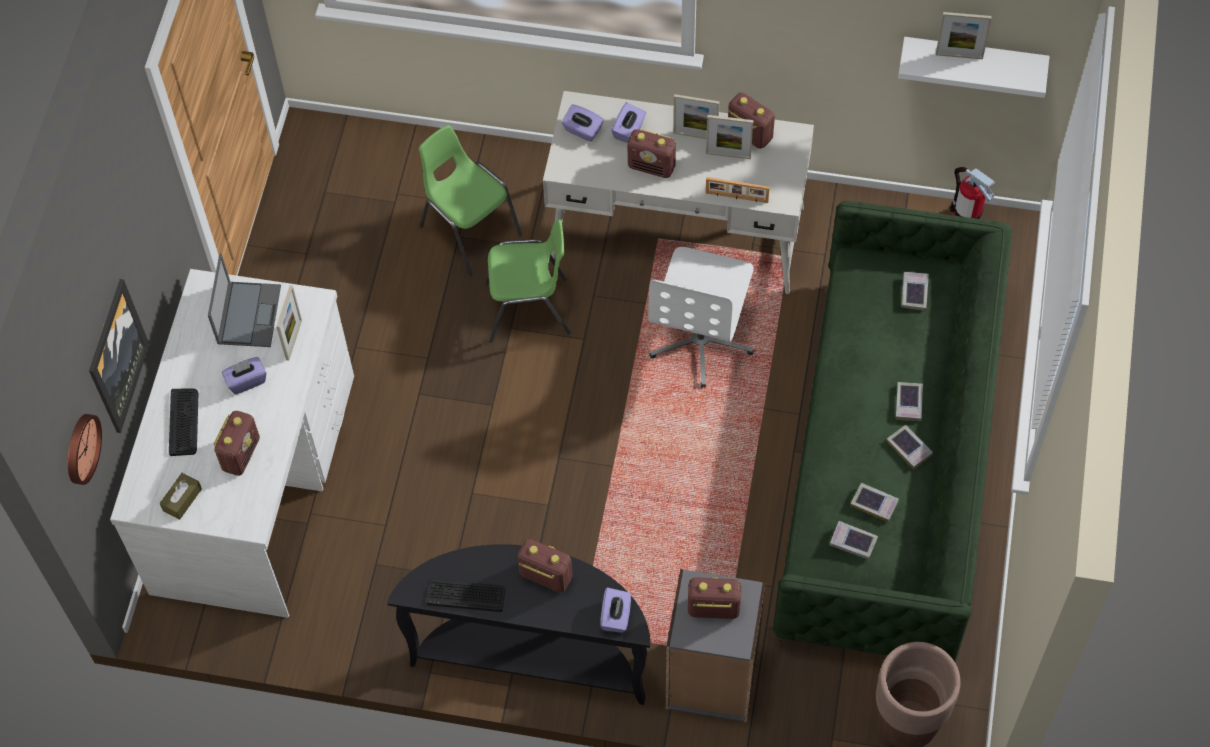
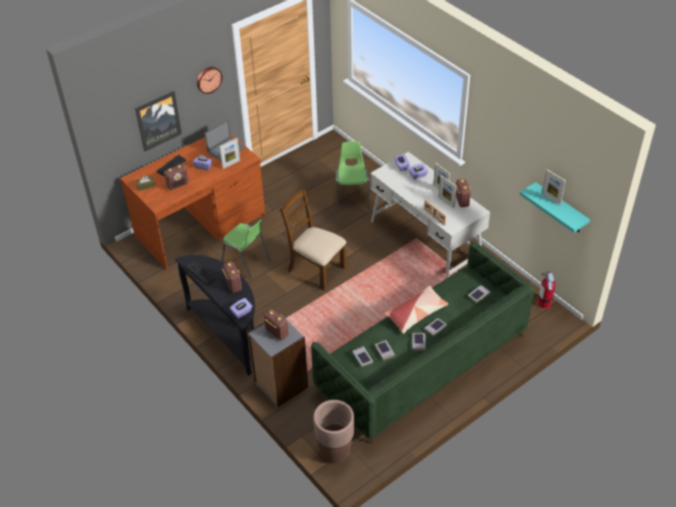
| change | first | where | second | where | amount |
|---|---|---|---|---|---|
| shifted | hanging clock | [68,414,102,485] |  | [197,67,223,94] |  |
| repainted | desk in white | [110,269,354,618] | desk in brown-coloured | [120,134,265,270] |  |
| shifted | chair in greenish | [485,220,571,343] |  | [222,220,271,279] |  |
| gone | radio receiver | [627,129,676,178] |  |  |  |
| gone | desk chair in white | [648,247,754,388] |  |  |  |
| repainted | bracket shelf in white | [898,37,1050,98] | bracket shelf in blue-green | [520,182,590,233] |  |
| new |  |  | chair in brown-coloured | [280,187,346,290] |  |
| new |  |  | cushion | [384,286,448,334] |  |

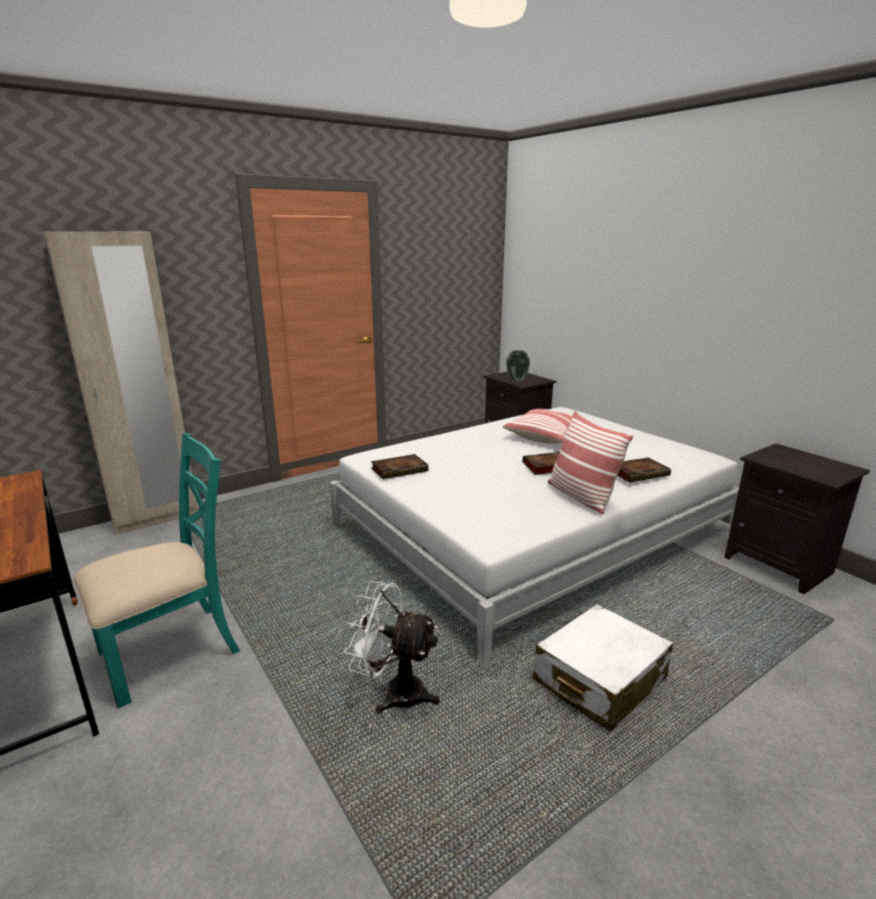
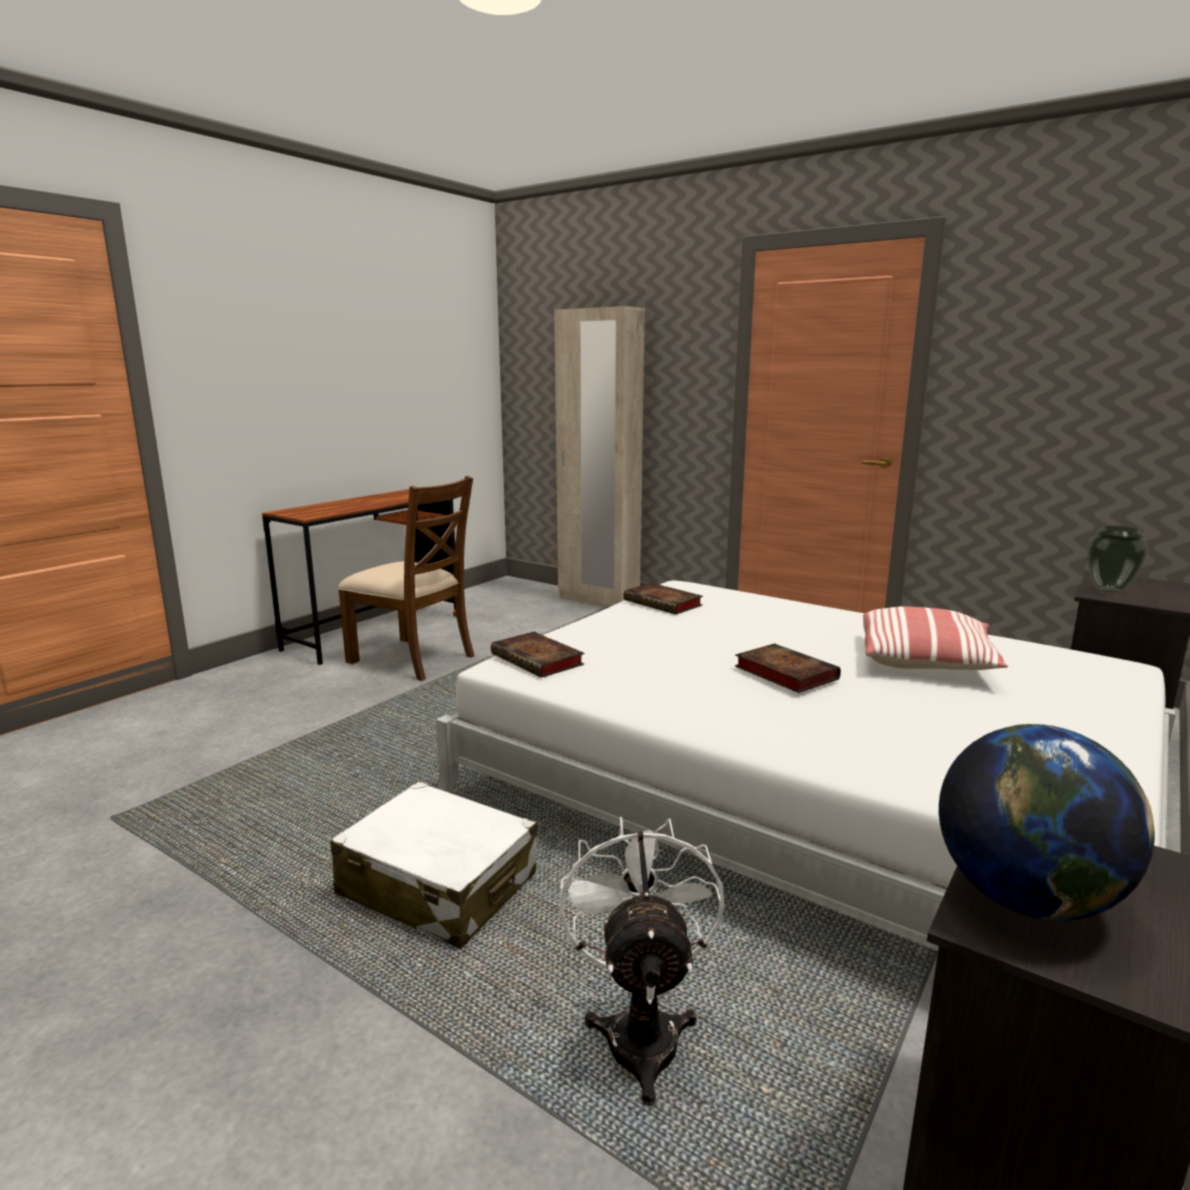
| change | first | where | second | where | amount |
|---|---|---|---|---|---|
| repainted | chair in blue-green | [74,433,240,708] | chair in brown-coloured | [338,476,475,681] |  |
| shifted | electric fan in white | [344,581,440,714] |  | [560,817,724,1106] |  |
| gone | cushion | [548,411,633,514] |  |  |  |
| shifted | volume | [617,458,671,482] |  | [491,632,584,678] |  |
| new |  |  | desk globe | [939,724,1155,921] |  |

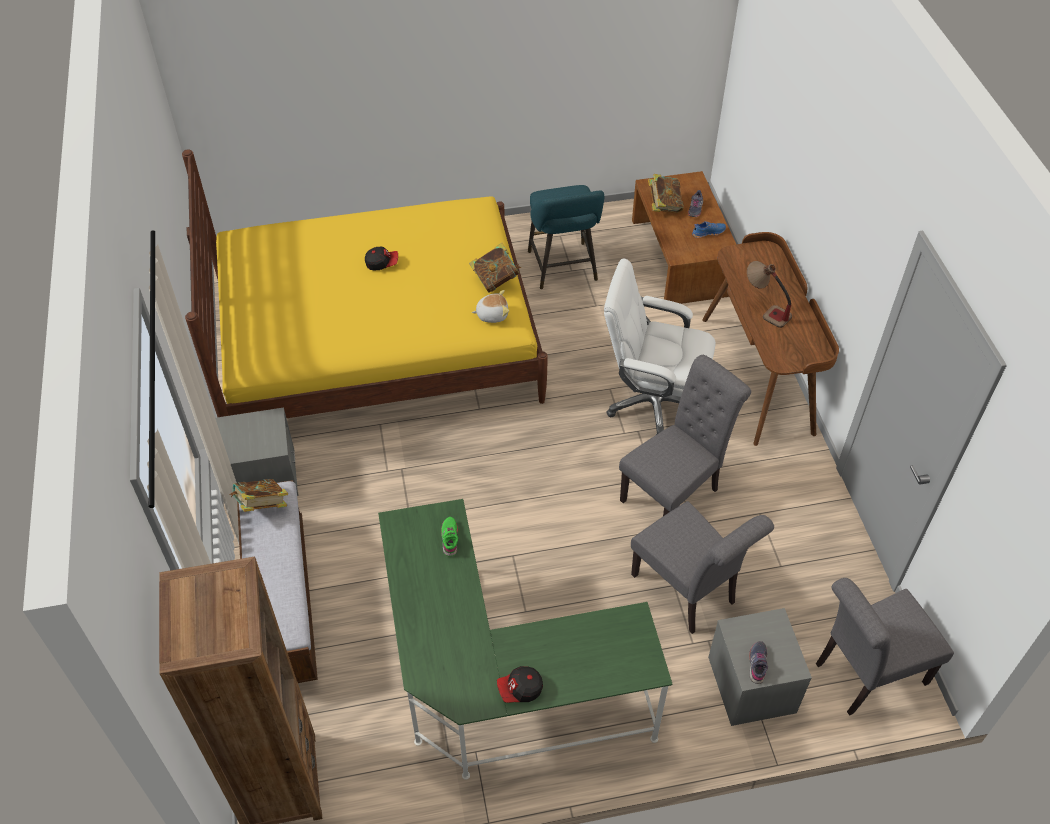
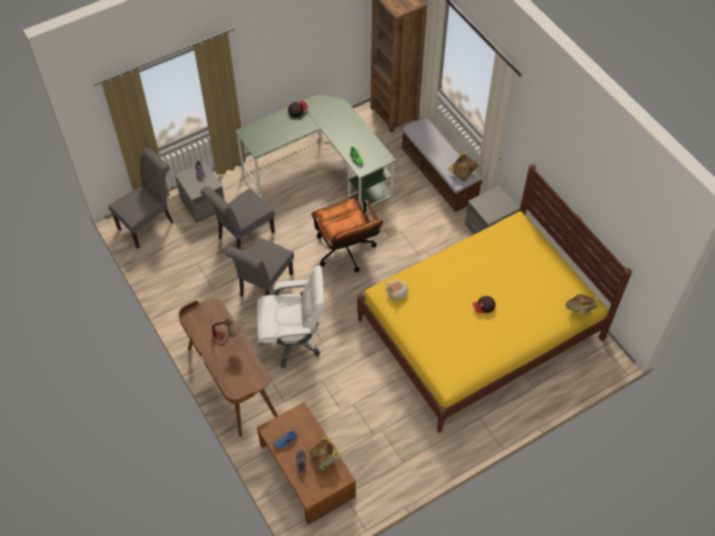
| change | first | where | second | where | amount |
|---|---|---|---|---|---|
| shifted | volume | [469,243,521,292] |  | [566,294,599,315] |  |
| gone | sitting stool in blue-green | [528,185,604,289] |  |  |  |
| rotated | chair in greyish | [631,501,774,634] |  | [200,186,275,249] | 75 degrees counterclockwise |
| new |  |  | desk chair in brown-coloured | [311,197,383,272] |  |

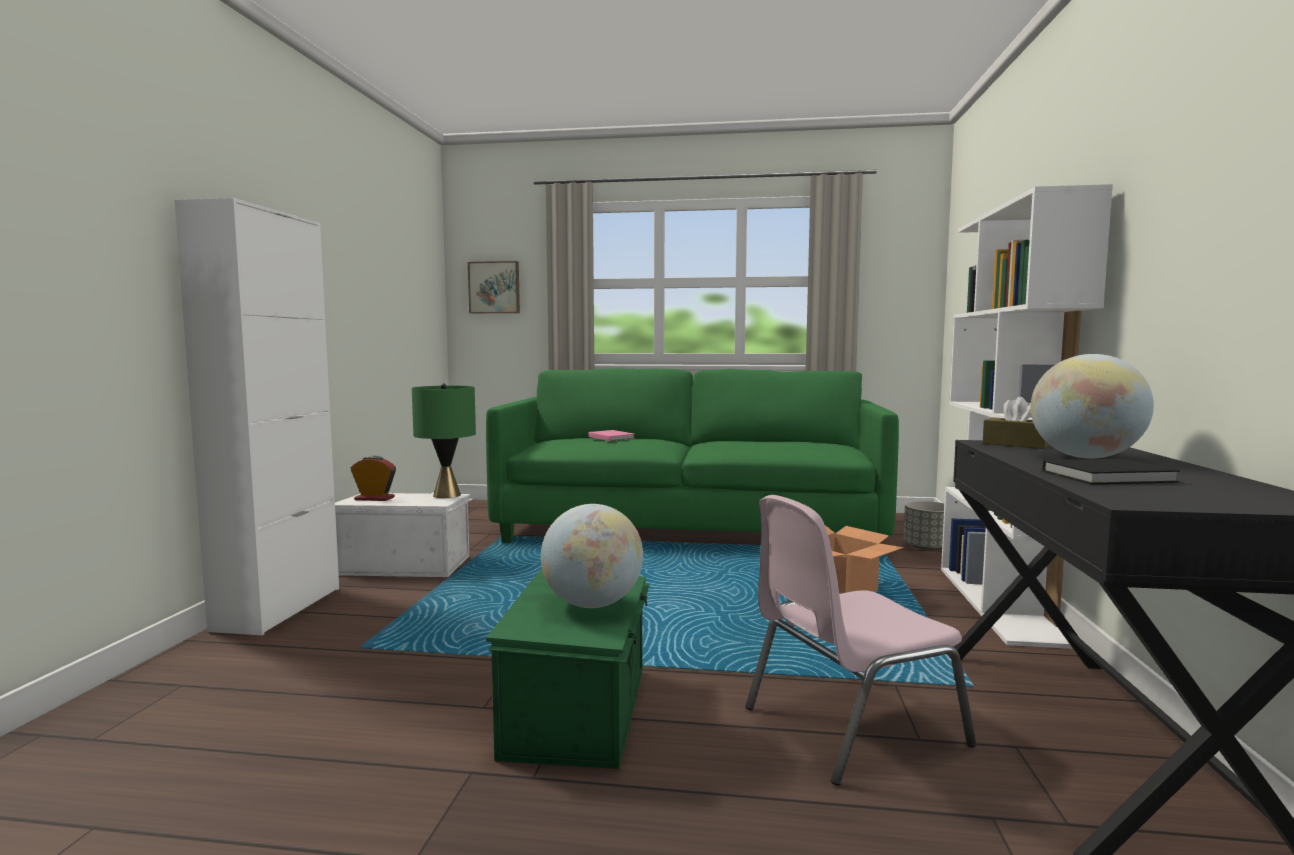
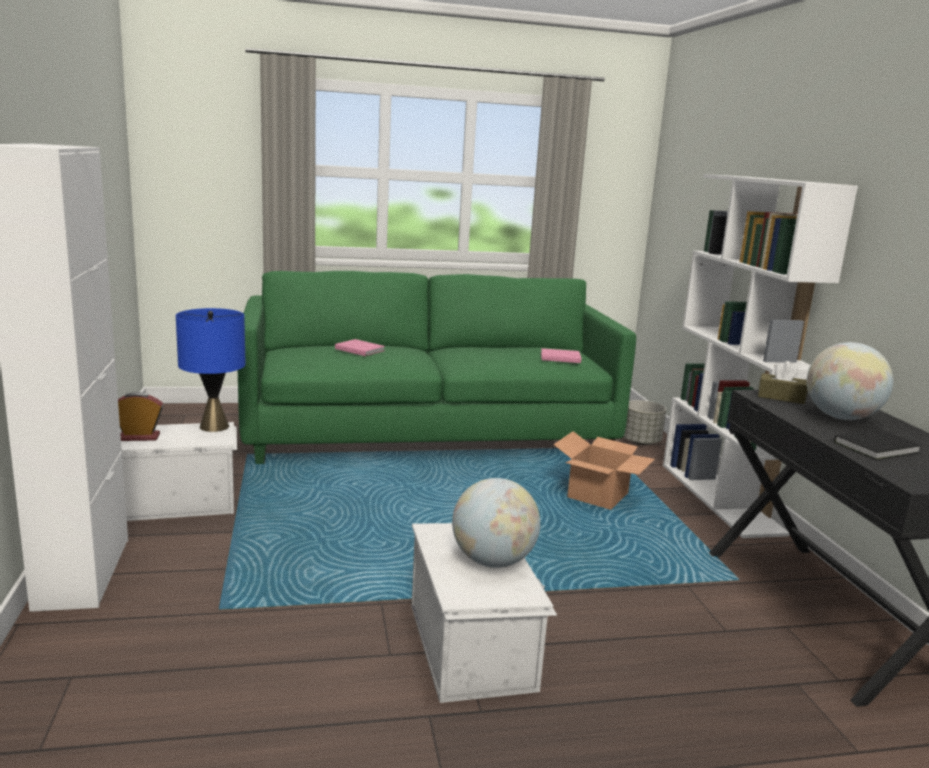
| change | first | where | second | where | amount |
|---|---|---|---|---|---|
| repainted | tabletop lamp in greenish | [412,383,476,498] | tabletop lamp in blue-coloured | [176,308,246,432] |  |
| gone | picture | [468,261,520,313] |  |  |  |
| repainted | storage box in greenish | [486,569,650,769] | storage box in white | [411,523,557,703] |  |
| gone | chair in pink | [746,495,976,786] |  |  |  |
| new |  |  | volume in pink | [541,348,582,363] |  |

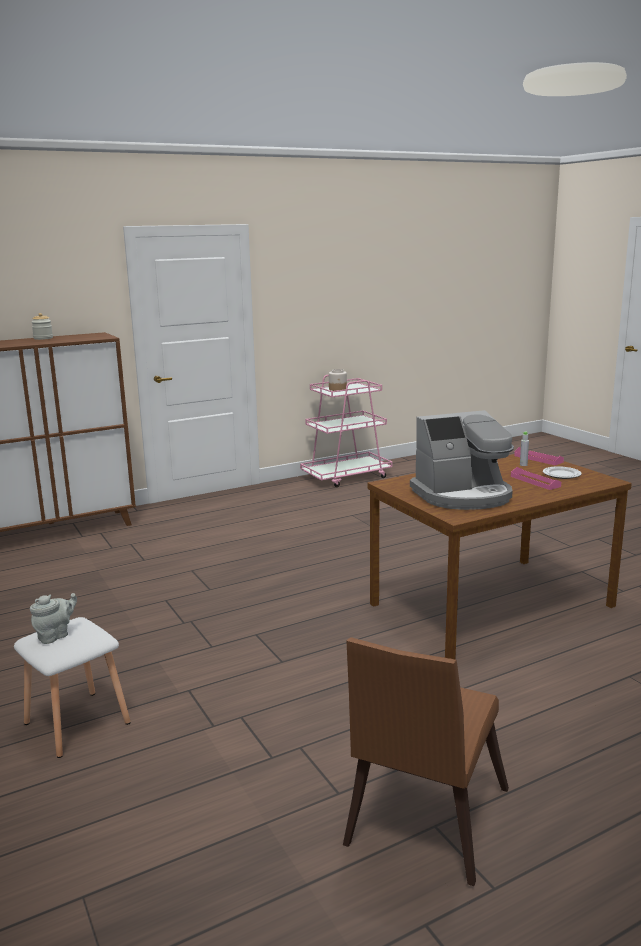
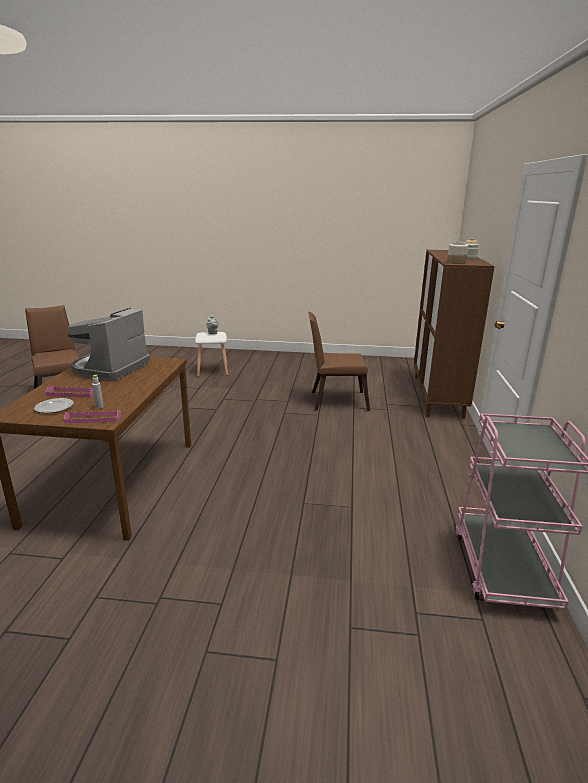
| change | first | where | second | where | amount |
|---|---|---|---|---|---|
| shifted | storage jar | [329,369,347,391] |  | [447,241,468,264] |  |
| new |  |  | chair in brown-coloured | [308,312,370,411] |  |

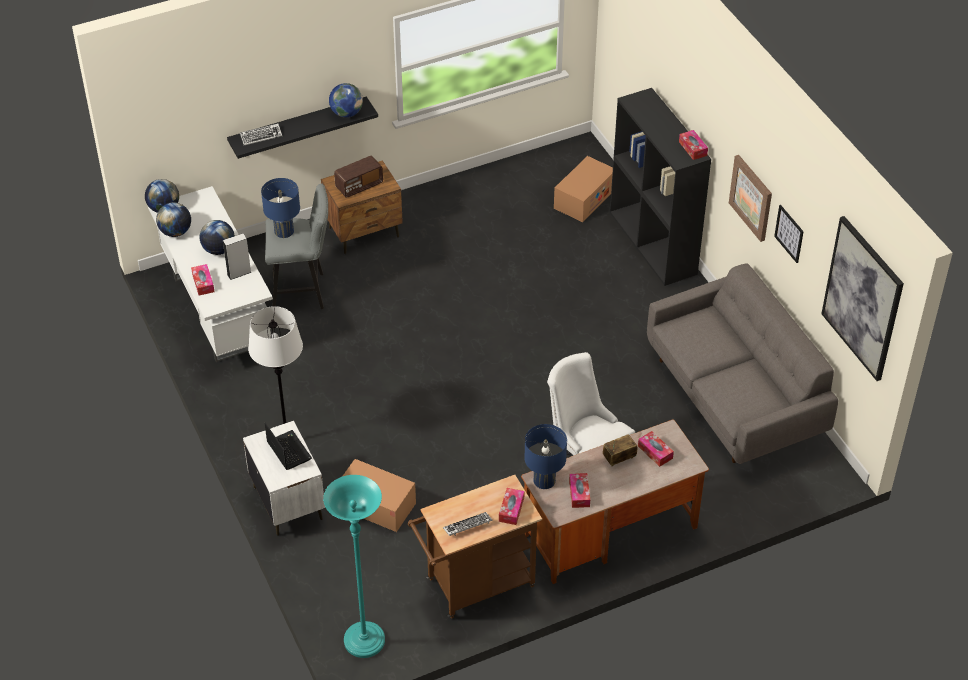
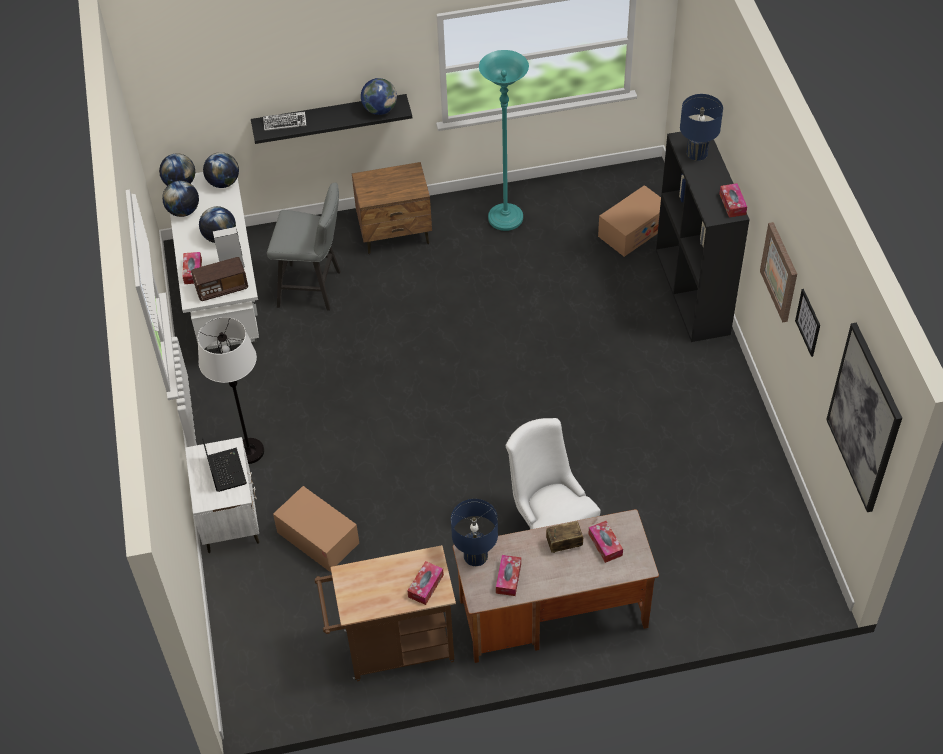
| change | first | where | second | where | amount |
|---|---|---|---|---|---|
| shifted | tabletop lamp in blue-coloured | [261,178,300,238] |  | [680,94,723,161] |  |
| shifted | standing lamp in blue-green | [323,475,385,658] |  | [479,50,529,231] |  |
| shifted | radio receiver | [334,156,383,198] |  | [191,257,248,301] |  |
| gone | computer keyboard | [443,512,492,536] |  |  |  |
| gone | settee in greyish | [647,263,838,464] |  |  |  |
| new |  |  | desk globe | [203,152,239,188] |  |

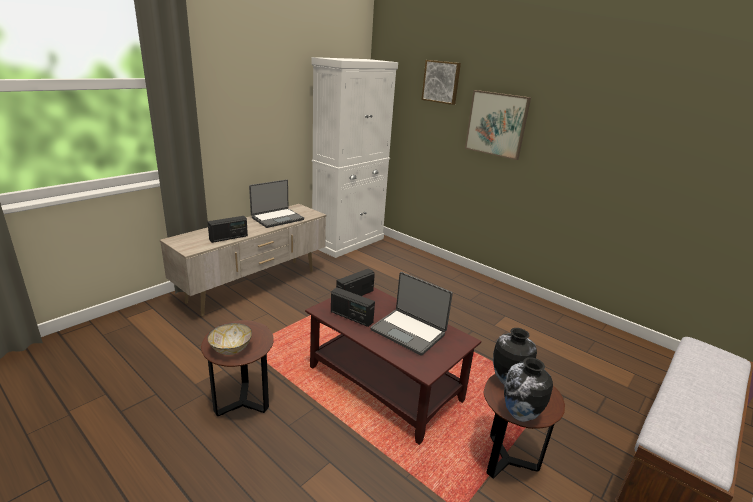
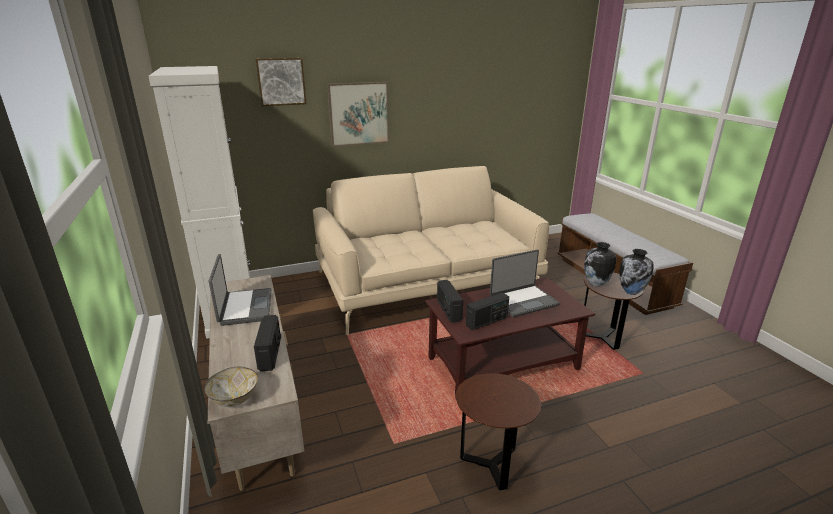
| change | first | where | second | where | amount |
|---|---|---|---|---|---|
| shifted | serving bowl | [207,323,252,355] |  | [204,367,258,407] |  |
| new |  |  | settee in sand-coloured | [313,166,549,335] |  |

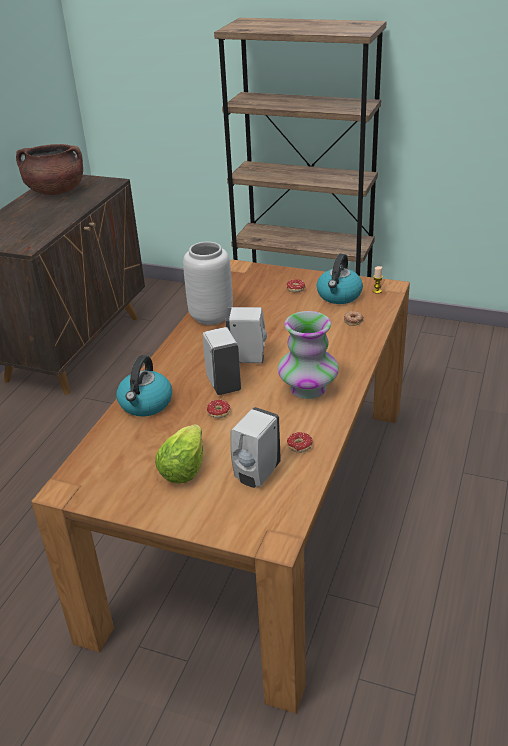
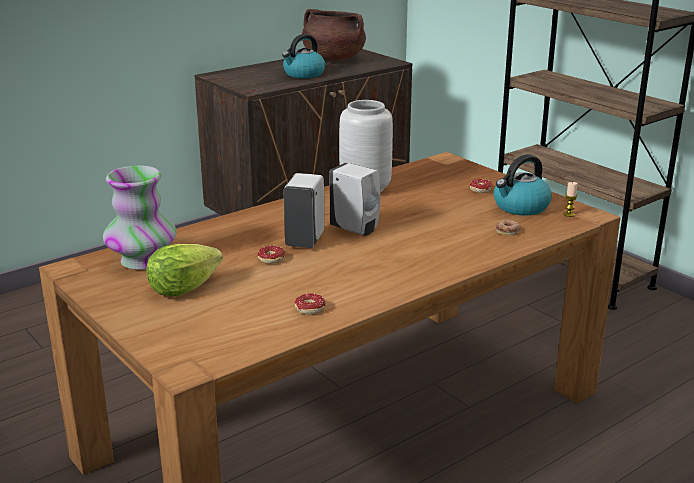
| change | first | where | second | where | amount |
|---|---|---|---|---|---|
| shifted | kettle | [117,355,172,416] |  | [282,34,325,78] |  |
| gone | soap dispenser in white | [231,407,281,488] |  |  |  |
| shifted | vase | [278,311,339,399] |  | [103,165,177,270] |  |

